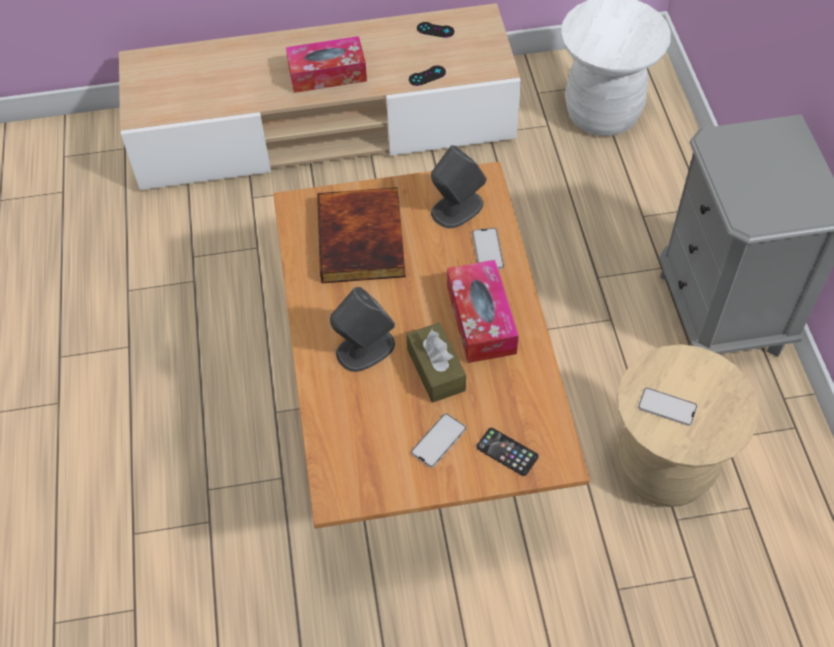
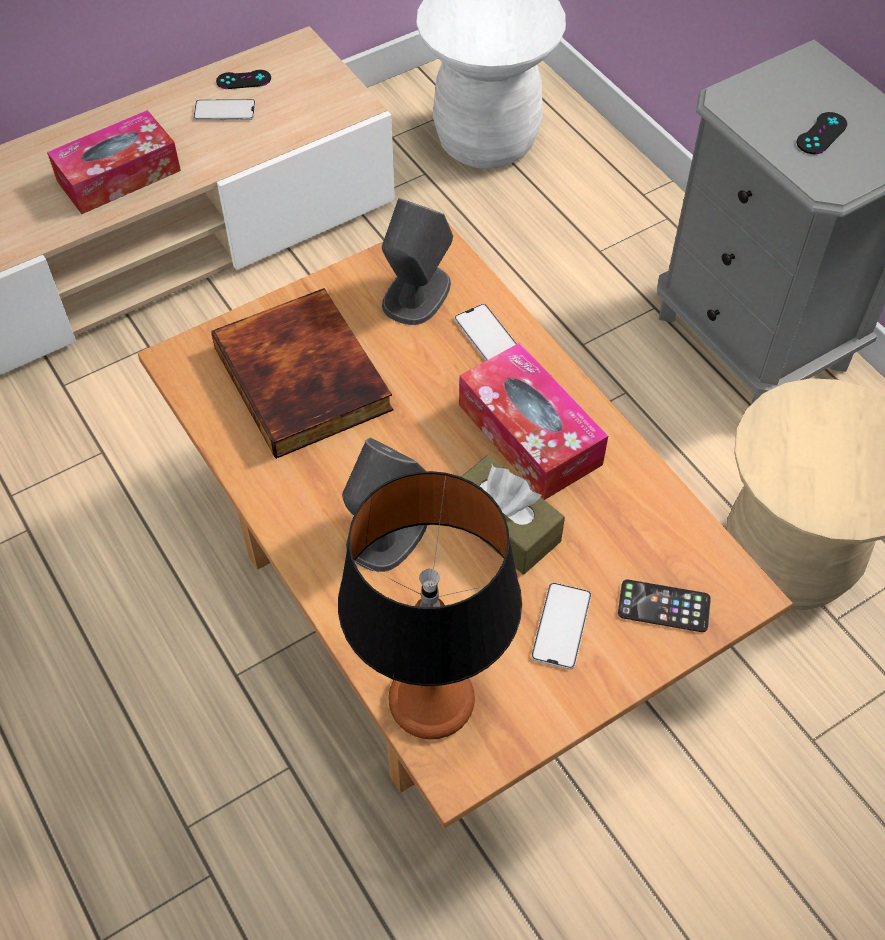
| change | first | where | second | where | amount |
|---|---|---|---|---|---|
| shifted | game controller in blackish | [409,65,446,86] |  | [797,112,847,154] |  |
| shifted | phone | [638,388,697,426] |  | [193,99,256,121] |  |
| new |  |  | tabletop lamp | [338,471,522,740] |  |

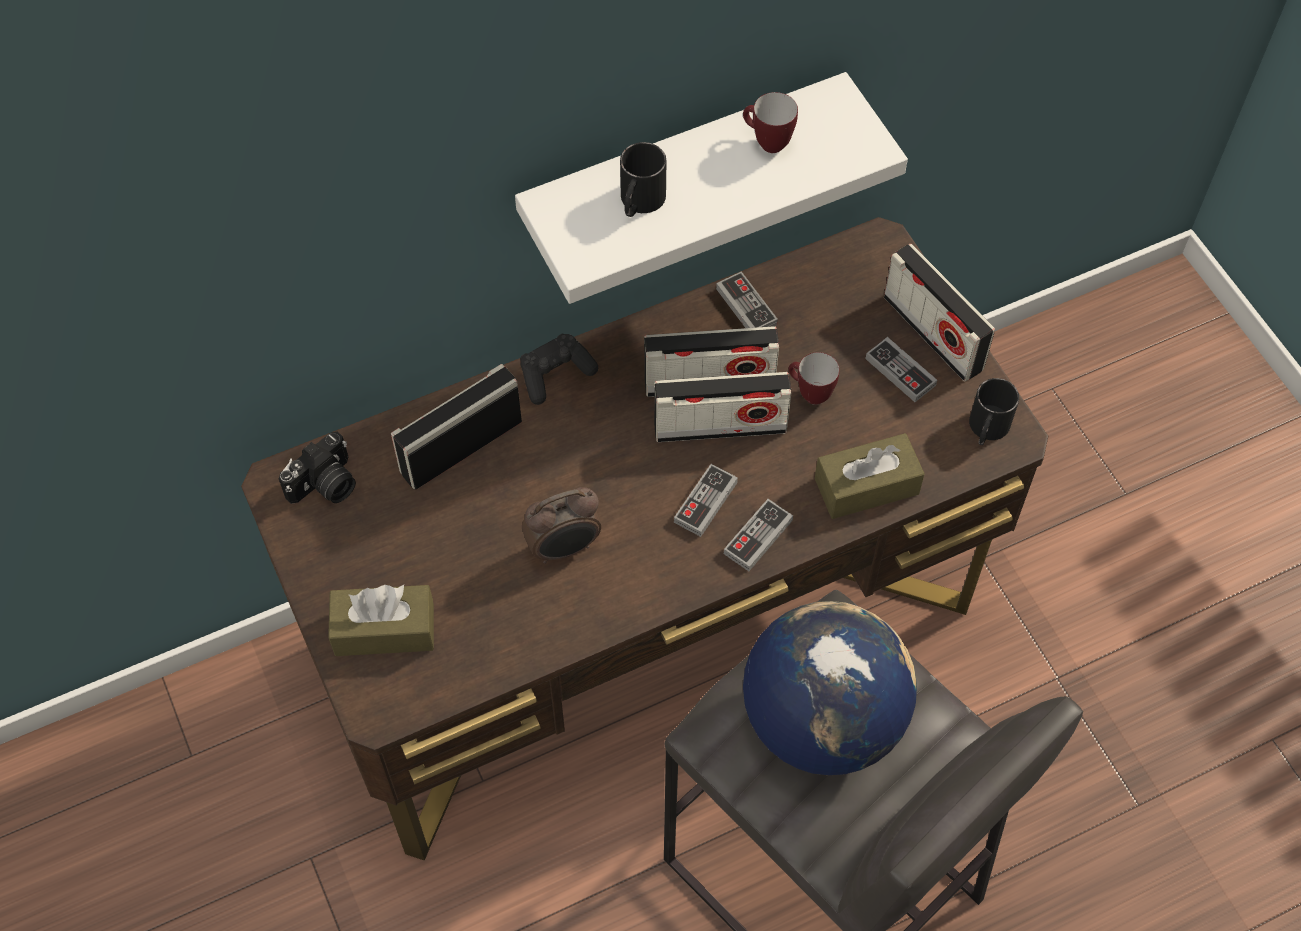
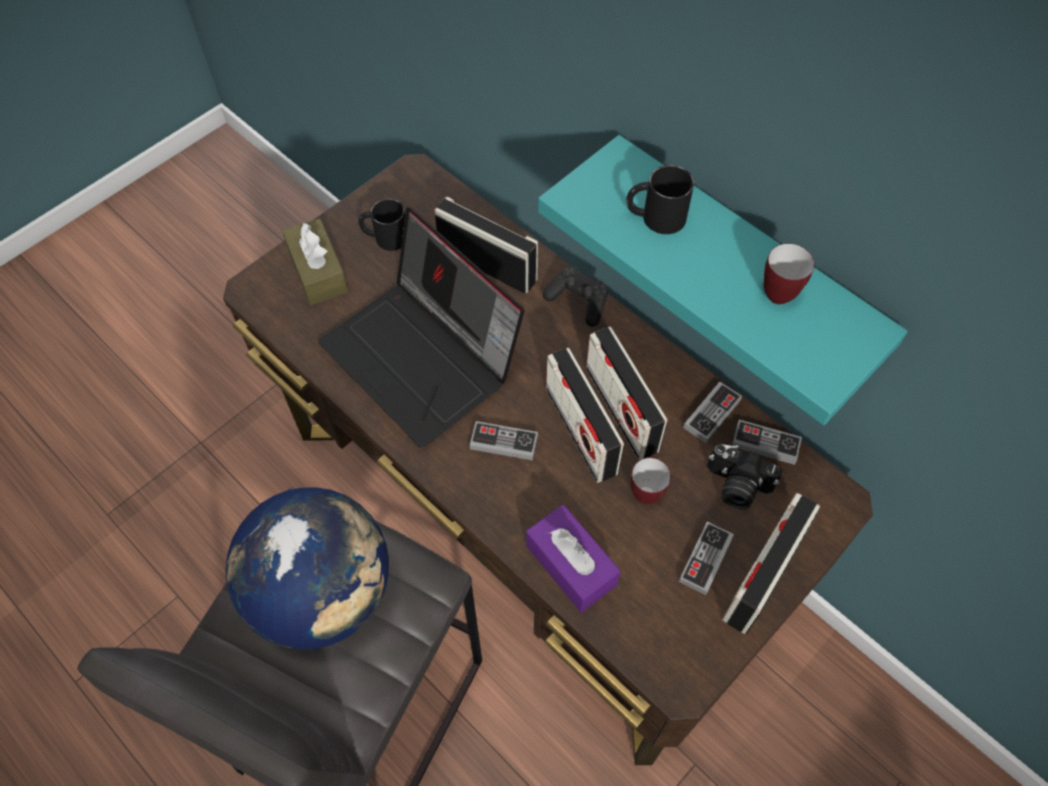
| change | first | where | second | where | amount |
|---|---|---|---|---|---|
| shifted | photo camera | [279,432,356,504] |  | [707,444,782,510] |  |
| repainted | bracket shelf in white | [515,72,908,304] | bracket shelf in blue-green | [538,135,908,425] |  |
| swapped | alarm clock | [522,487,601,564] | laptop | [318,207,525,448] |  |
| shifted | game controller | [724,499,793,571] |  | [732,420,802,465] |  |
| repainted | box of tissues in brown-coloured | [815,433,925,519] | box of tissues in purple | [526,504,621,612] |  |
| shifted | mug in blackish | [969,378,1019,445] |  | [358,199,405,251] |  |

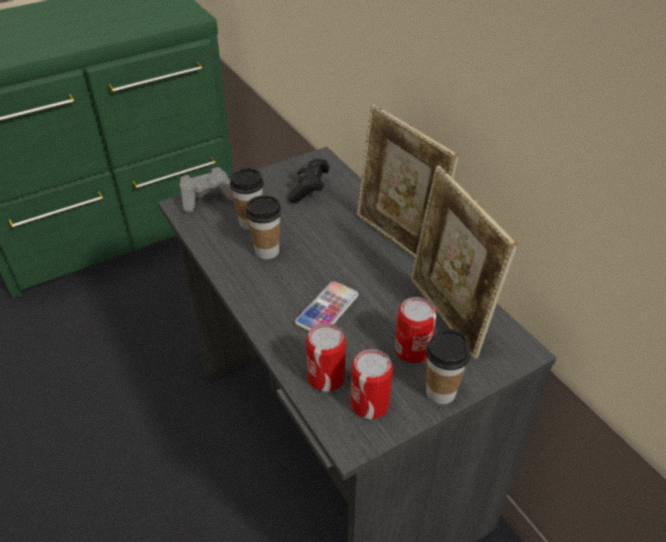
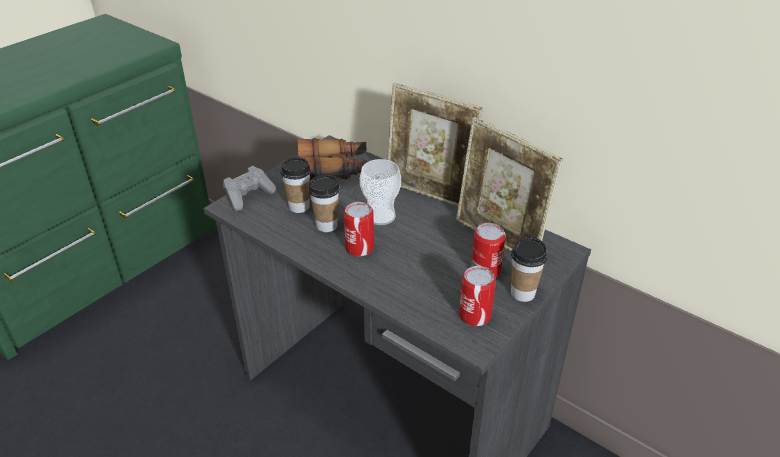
| change | first | where | second | where | amount |
|---|---|---|---|---|---|
| swapped | game controller in blackish | [288,159,329,203] | pair of binoculars | [297,138,368,180] |  |
| gone | phone | [295,281,359,331] |  |  |  |
| shifted | can | [306,323,346,392] |  | [344,202,374,256] |  |
| new |  |  | small cup | [360,159,401,225] |  |

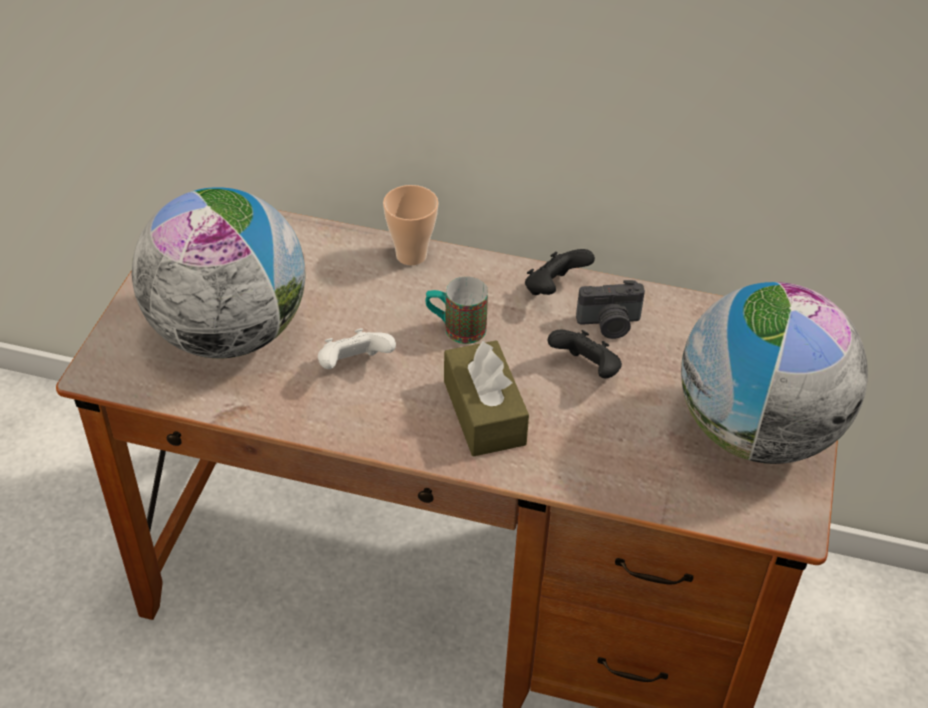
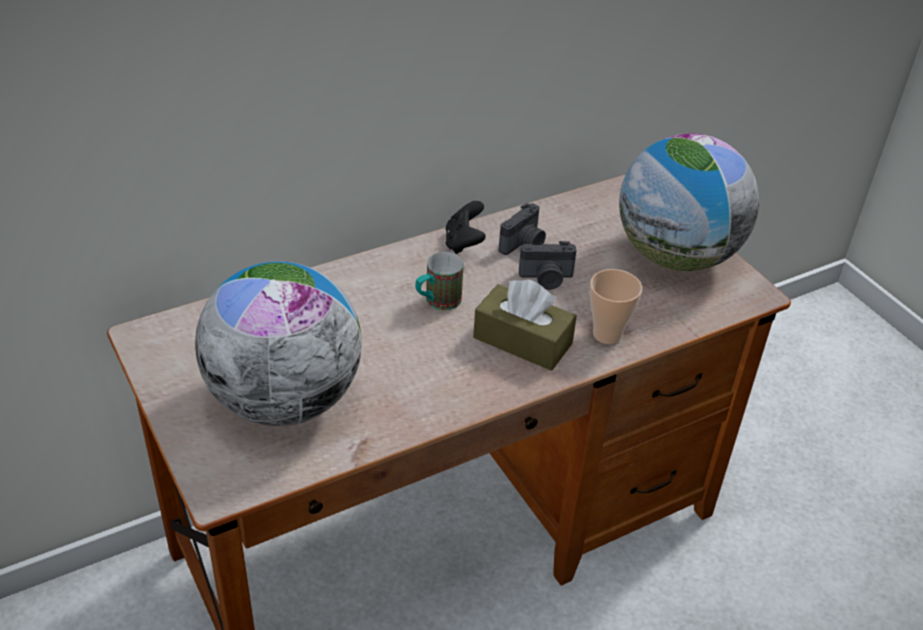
| change | first | where | second | where | amount |
|---|---|---|---|---|---|
| gone | game controller in white | [318,328,396,369] |  |  |  |
| shifted | small cup | [383,185,439,266] |  | [590,269,642,344] |  |
| swapped | game controller in blackish | [548,330,622,378] | photo camera | [519,241,577,290] |  |

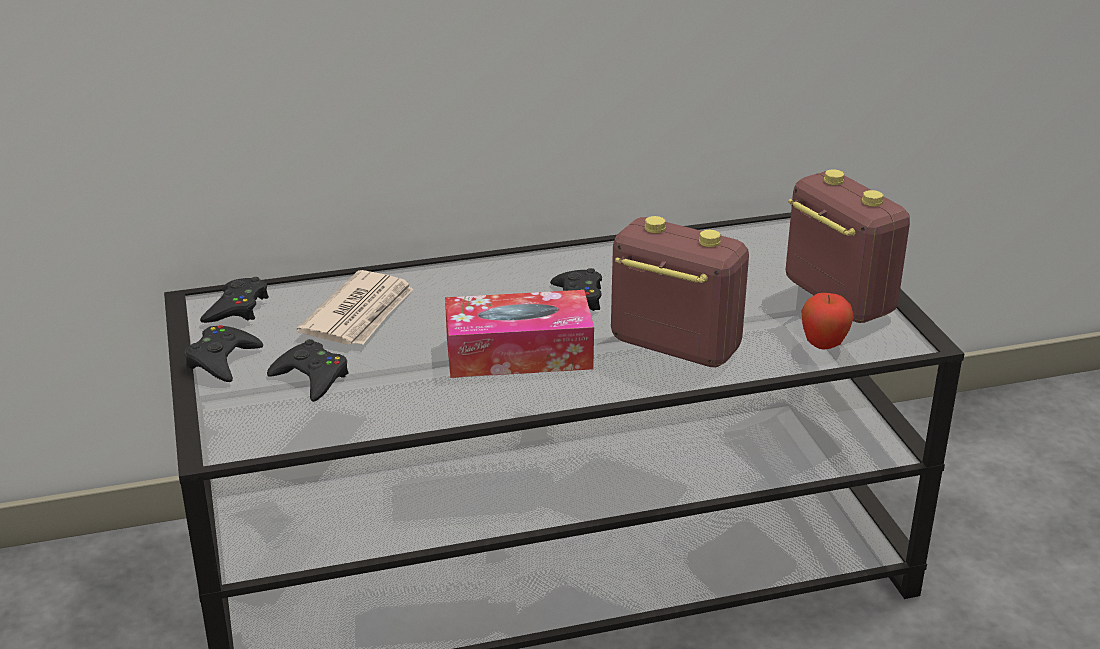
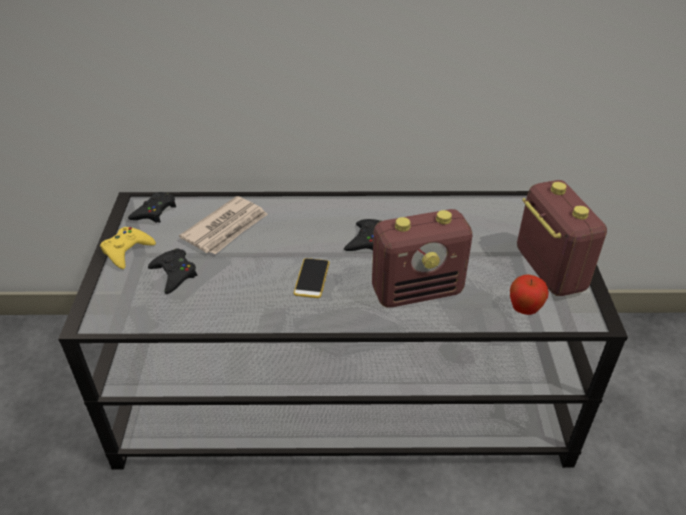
| change | first | where | second | where | amount |
|---|---|---|---|---|---|
| repainted | game controller in blackish | [184,325,263,382] | game controller in yellow | [100,227,156,269] |  |
| swapped | box of tissues | [445,290,594,378] | phone | [294,258,329,298] |  |
| rotated | radio receiver | [611,216,749,367] |  | [372,209,473,308] | 120 degrees clockwise |

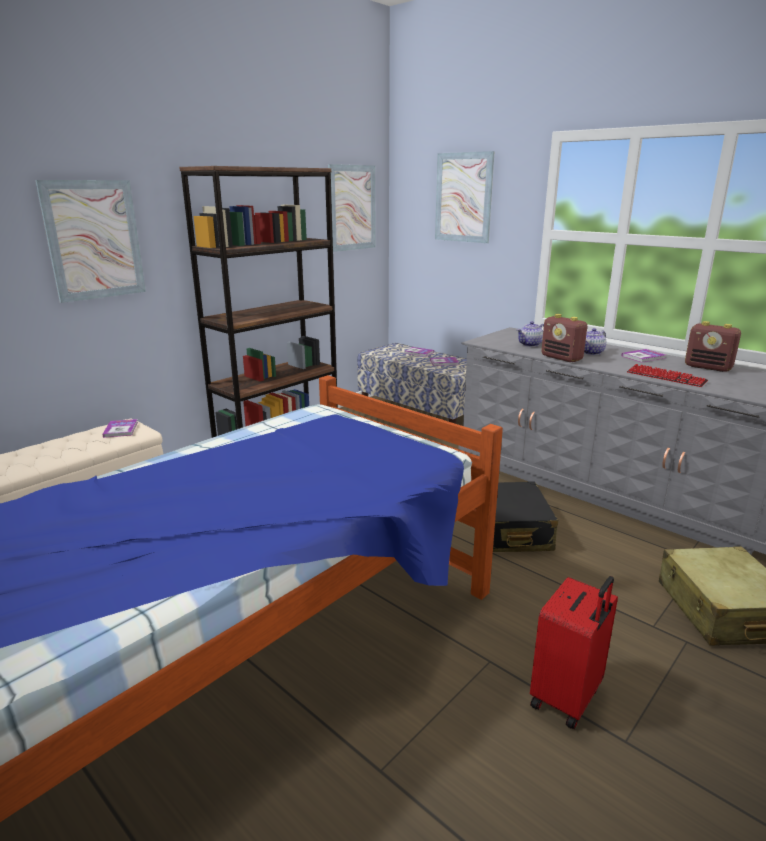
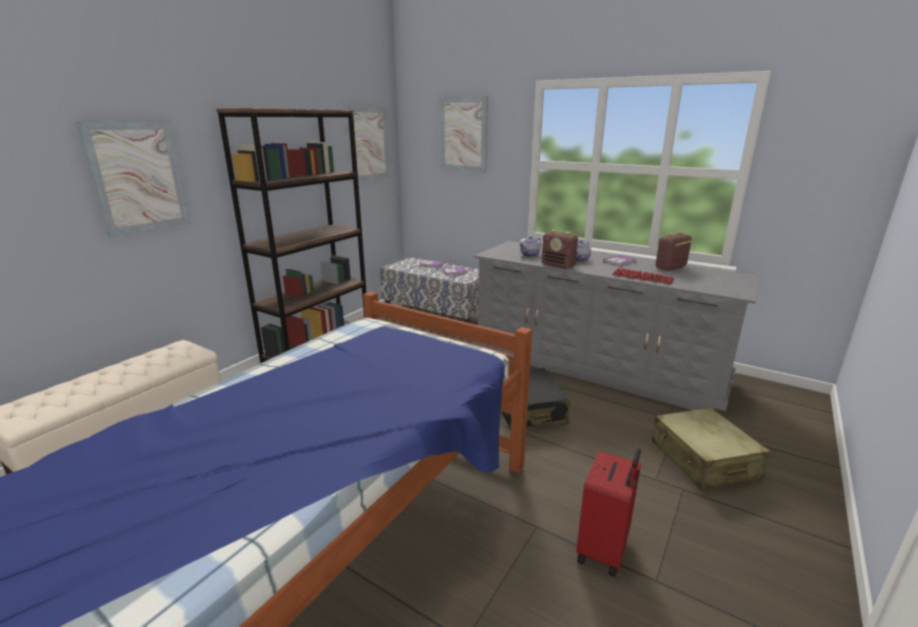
| change | first | where | second | where | amount |
|---|---|---|---|---|---|
| gone | volume | [102,419,138,438] |  |  |  |
| rotated | radio receiver | [685,321,741,372] |  | [656,231,692,271] | 120 degrees clockwise |

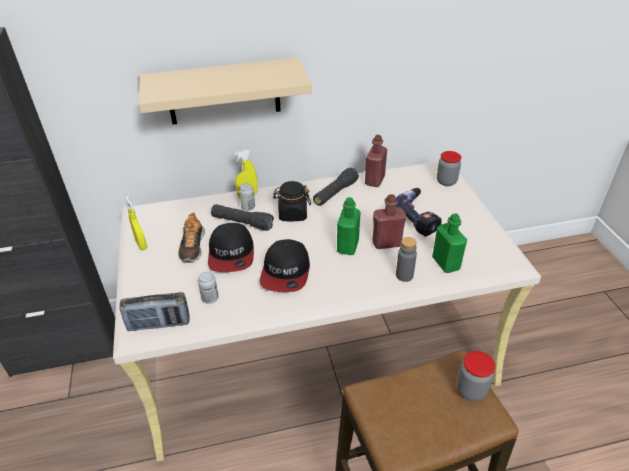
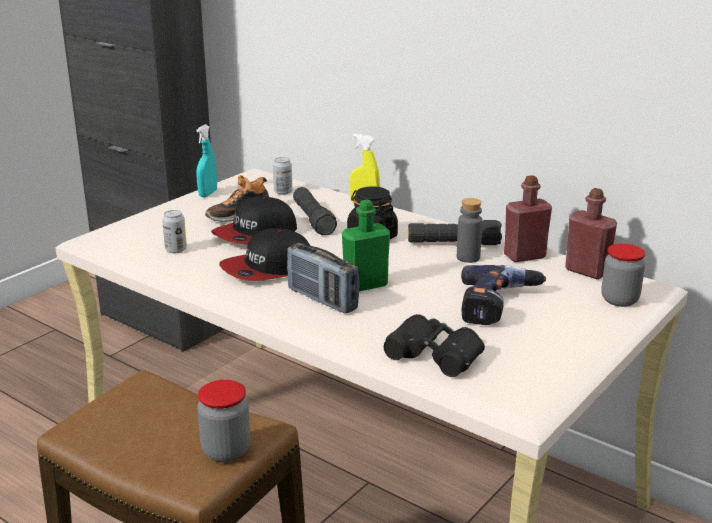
| change | first | where | second | where | amount |
|---|---|---|---|---|---|
| shifted | radio receiver | [119,292,190,331] |  | [287,243,360,313] |  |
| repainted | spray bottle in yellow | [125,197,147,250] | spray bottle in blue-green | [196,125,217,197] |  |
| gone | bracket shelf in sand-coloured | [139,58,312,125] |  |  |  |
| shifted | can | [239,183,255,211] |  | [273,157,292,195] |  |
| shifted | bottle in reddish | [372,194,406,249] |  | [565,188,617,279] |  |
| shifted | bottle in greyish | [396,237,417,282] |  | [457,198,483,263] |  |
| swapped | bottle in greenish | [432,213,467,273] | pair of binoculars in blackish | [384,314,485,377] |  |

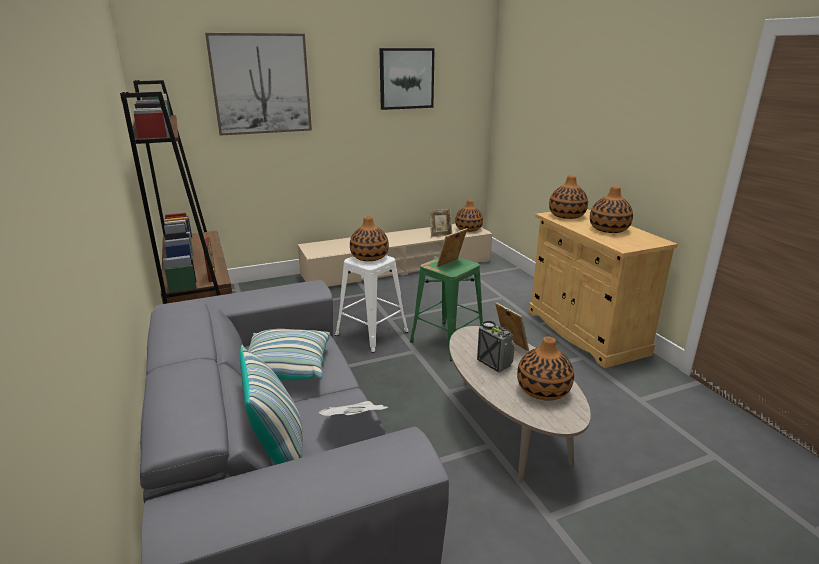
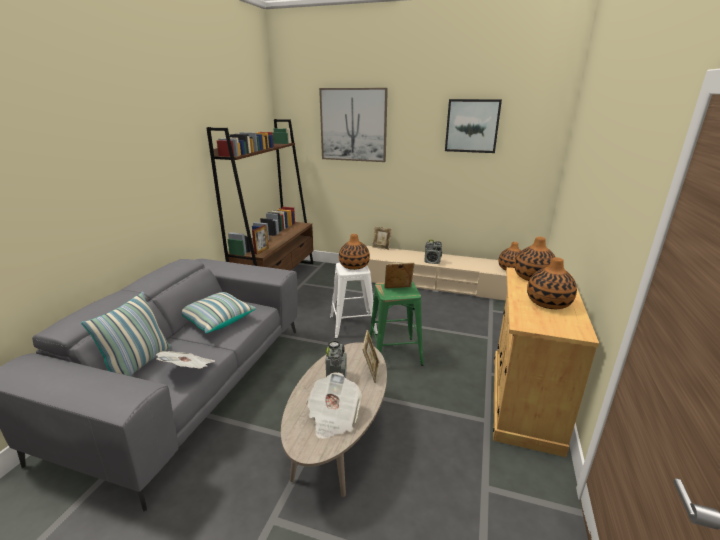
| change | first | where | second | where | amount |
|---|---|---|---|---|---|
| shifted | picture frame | [429,209,452,237] |  | [372,226,392,250] |  |
| swapped | vase | [517,336,574,400] | newspaper | [307,373,362,439] |  |
| new |  |  | radio receiver | [424,239,442,264] |  |

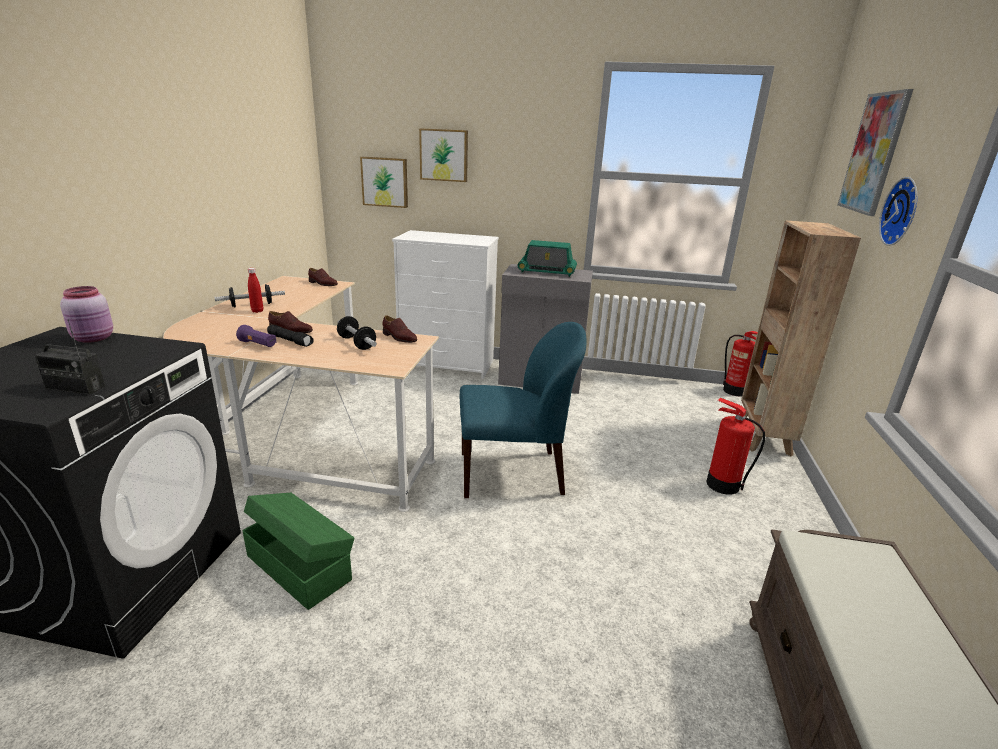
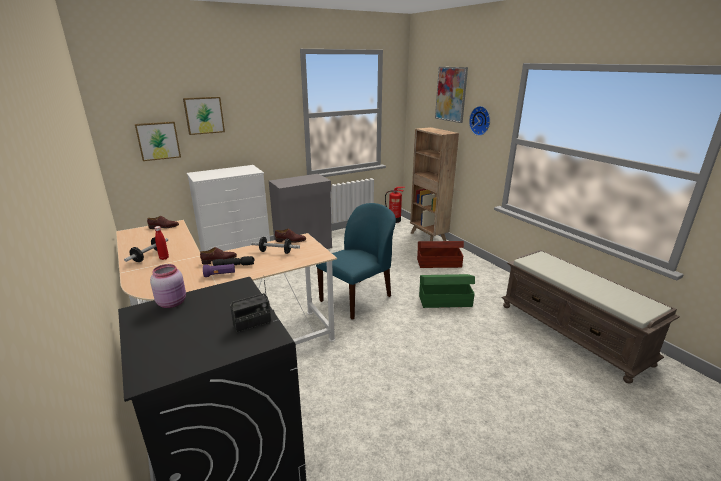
| change | first | where | second | where | amount |
|---|---|---|---|---|---|
| shifted | storage box in greenish | [242,493,354,610] |  | [419,274,475,308] |  |
| gone | radio receiver | [518,240,577,277] |  |  |  |
| swapped | extinguisher | [707,398,765,495] | storage box in brown-coloured | [417,241,464,268] |  |

